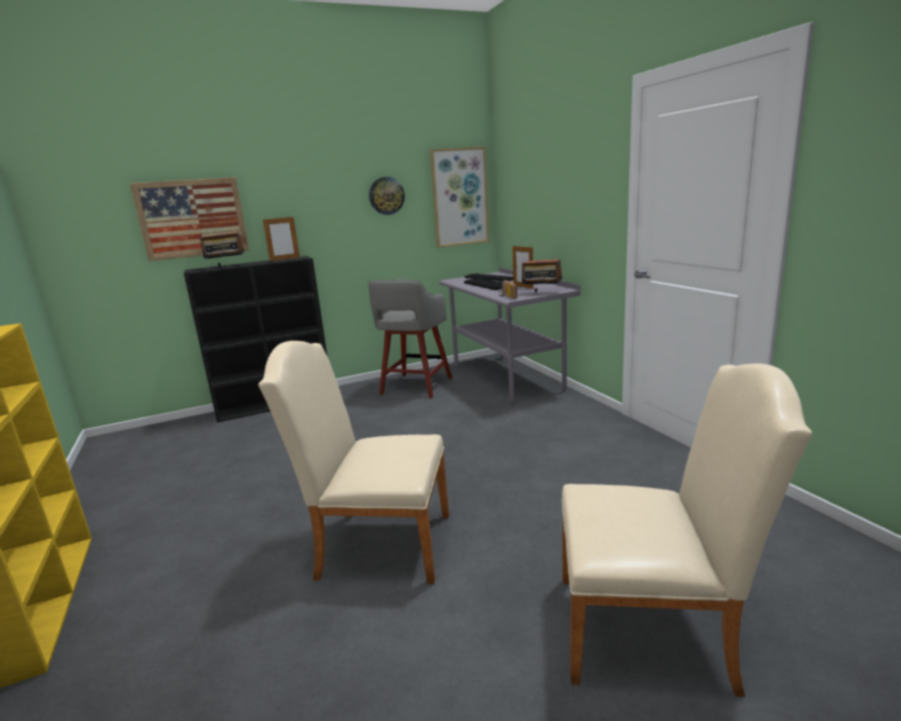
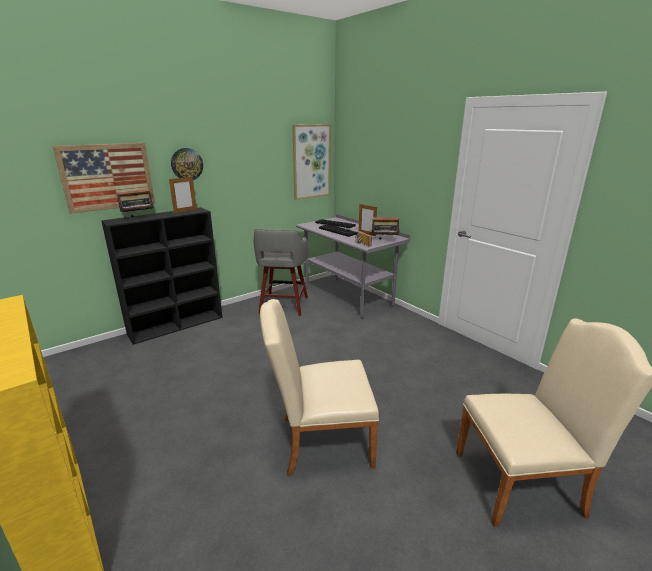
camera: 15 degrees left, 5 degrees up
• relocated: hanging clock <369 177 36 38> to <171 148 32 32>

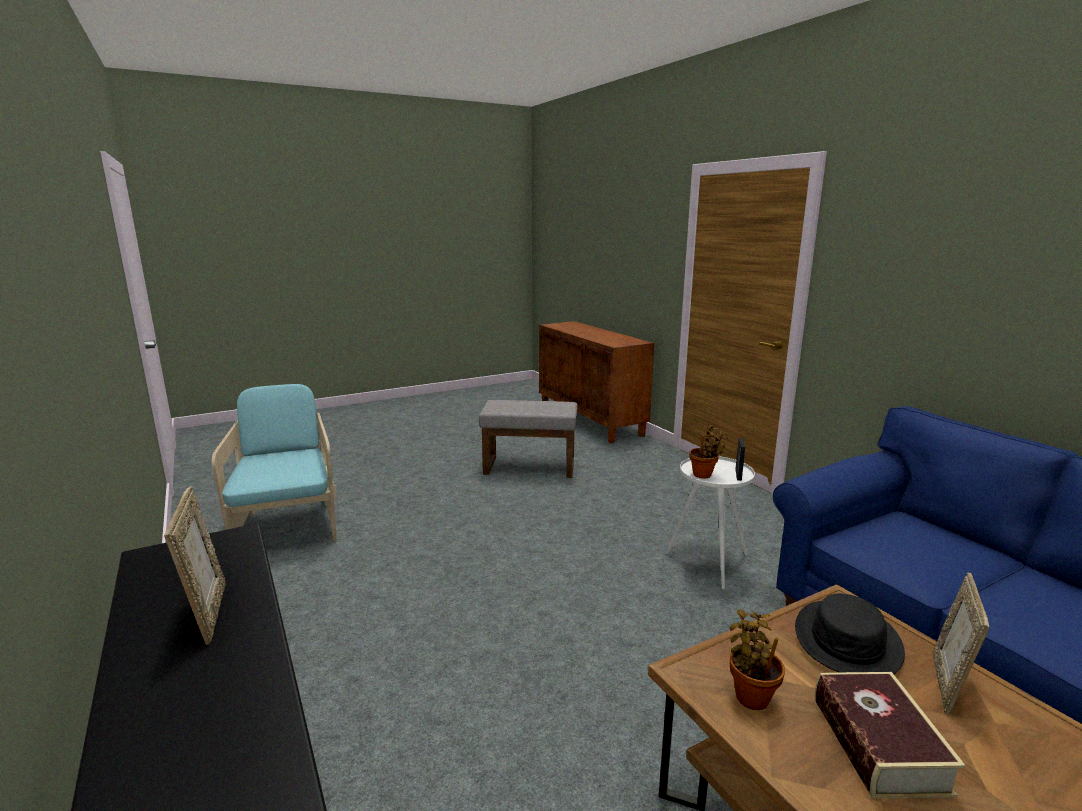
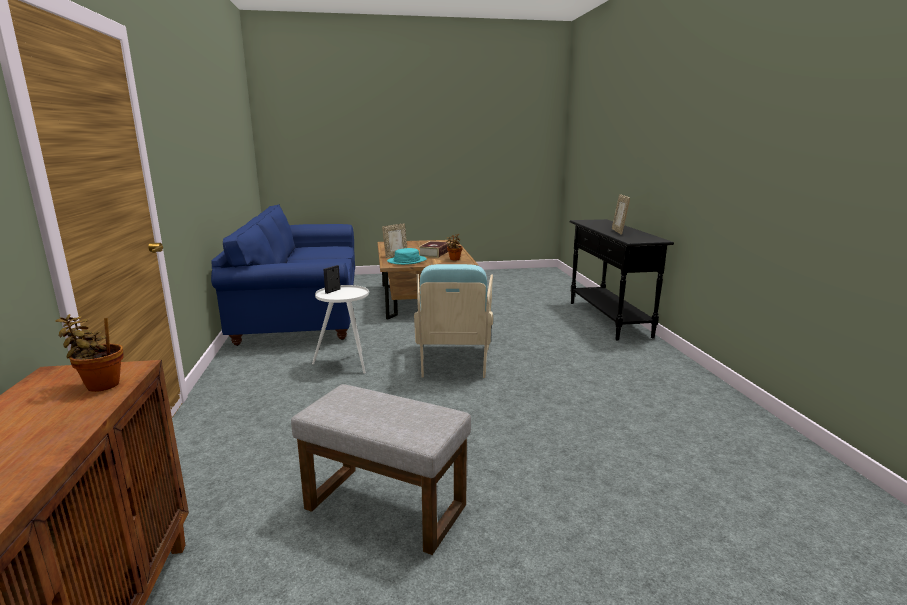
camera: 160 degrees left, 0 degrees up
• relocated: armchair/turquoise-coloured <212 384 125 158> to <414 264 79 114>
• relocated: potted plant <689 425 39 53> to <55 314 69 78>
• colour: clothing hat/blackish <795 594 110 80> to clothing hat/turquoise-coloured <387 248 40 17>

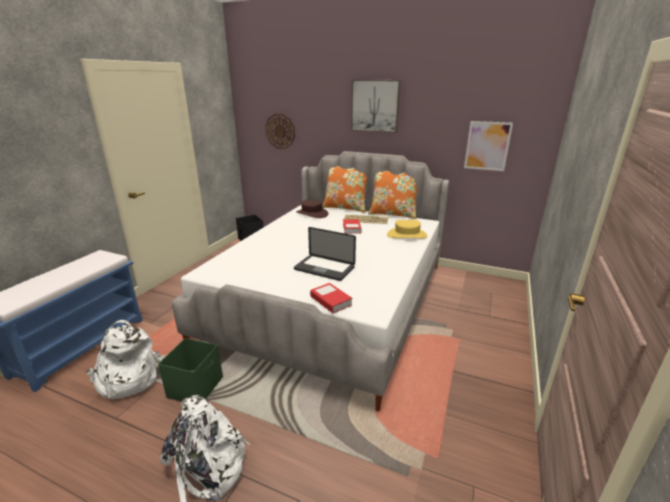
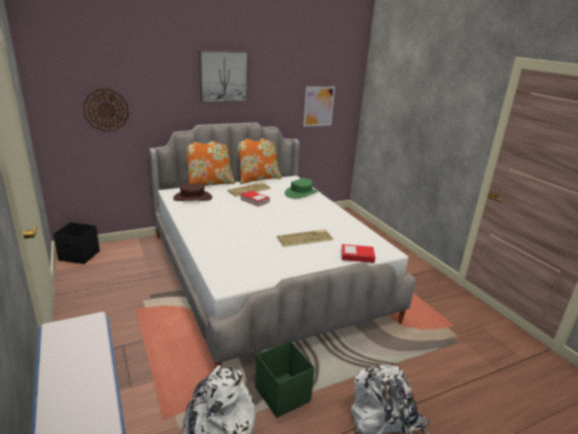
camera: 50 degrees left, 0 degrees up
• exchanged: laptop <294 227 62 54> to PC keyboard <277 229 56 18>
• colour: clothing hat/yellowish <387 220 41 18> to clothing hat/greenish <285 178 33 21>

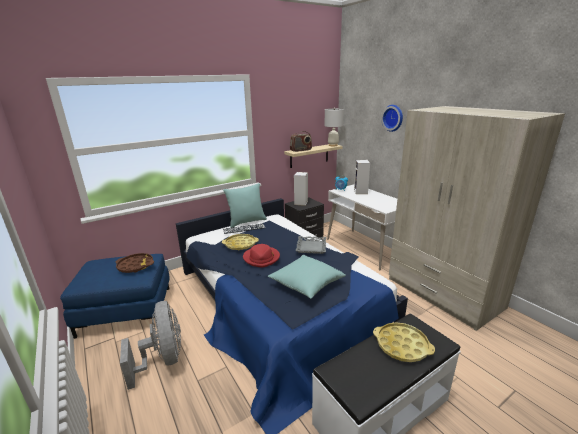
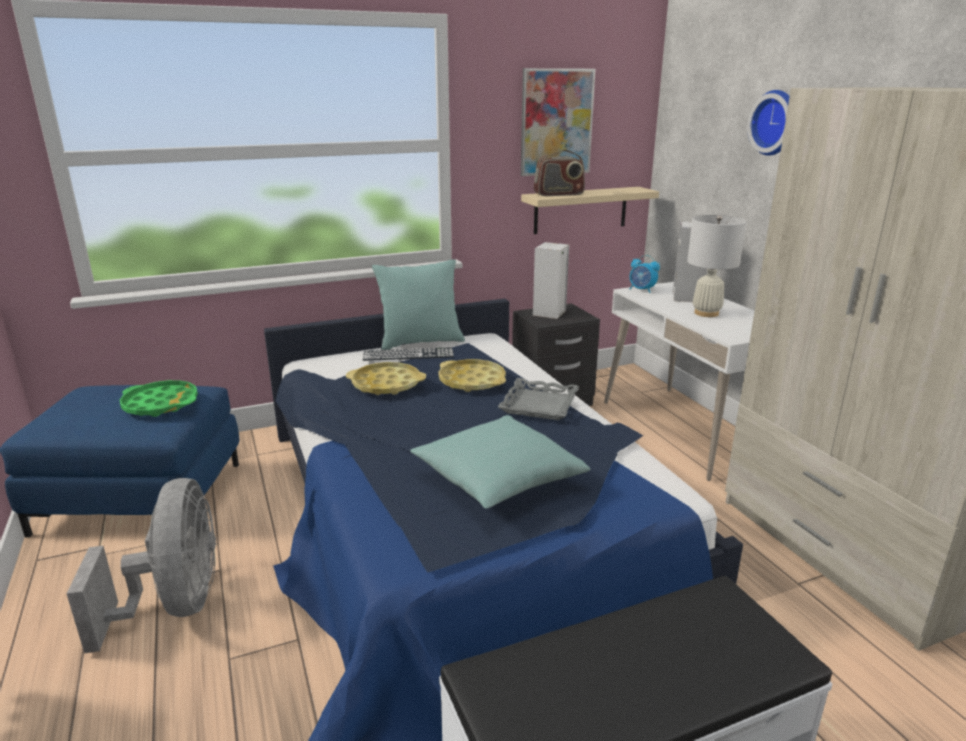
camera: 10 degrees right, 0 degrees up
• colour: tray/brown <116 253 38 20> to tray/greenish <120 380 78 37>
• missing: clothing hat/reddish <243 244 37 24>
• relocated: table lamp/white <324 107 20 39> to <687 215 59 102>
• relocated: tray/yellowish <373 322 62 40> to <439 359 67 33>
• appeared: wall picture <521 68 74 108>

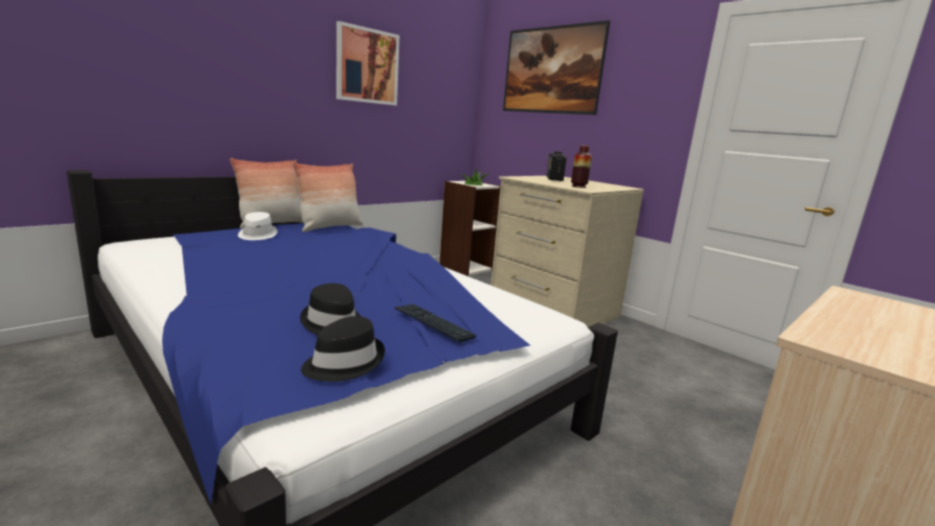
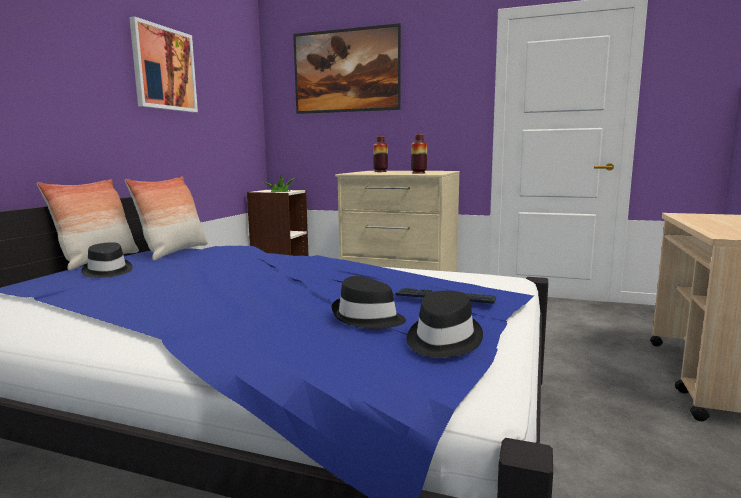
camera: 25 degrees left, 5 degrees down
• colour: clothing hat/white <238 212 39 28> to clothing hat/blackish <81 242 52 36>
• exchanged: radio set <546 151 21 30> to decorative vase <373 136 15 36>

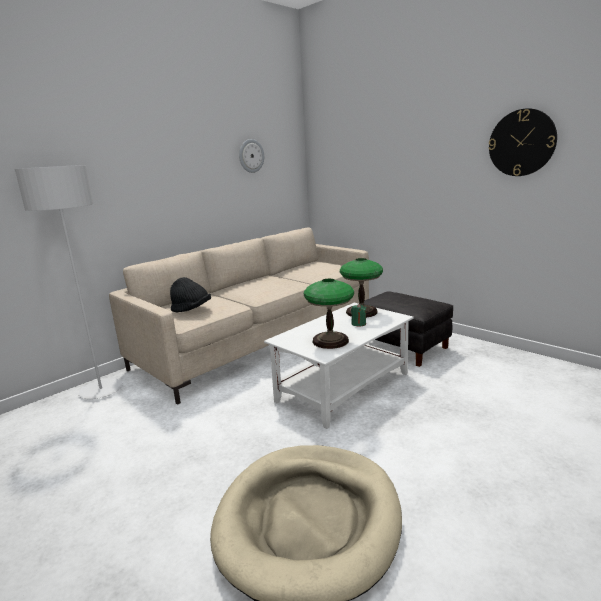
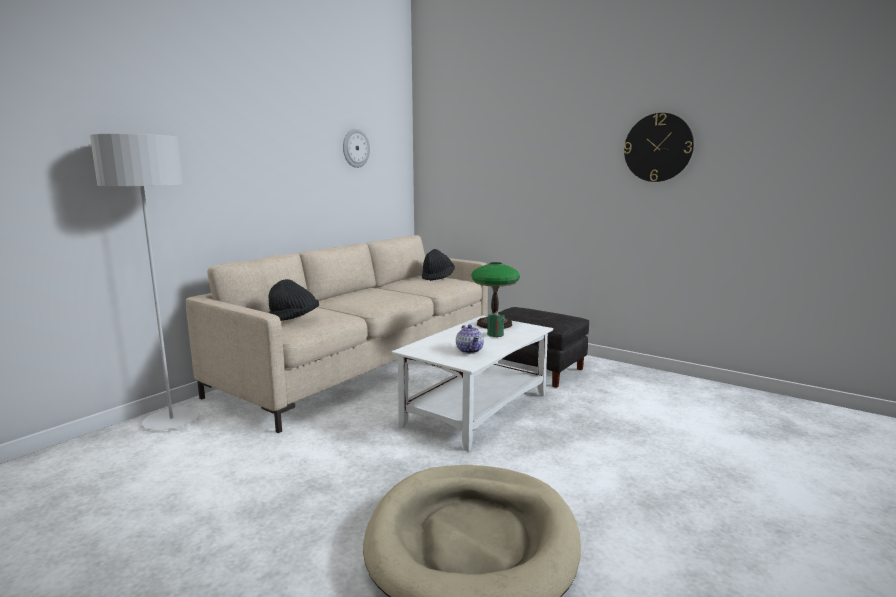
camera: 10 degrees left, 5 degrees down
• exchanged: table lamp <304 279 50 70> to teapot <456 325 28 29>
• appeared: clothing hat/blackish <422 249 33 32>

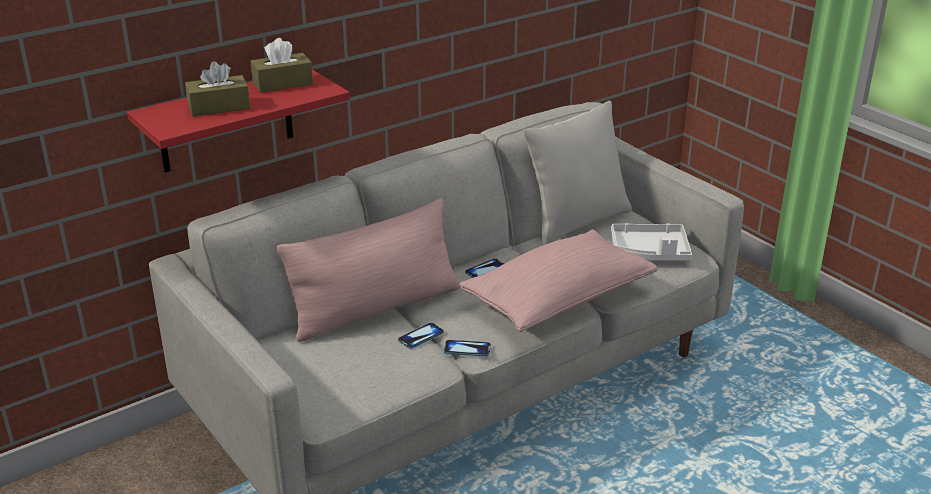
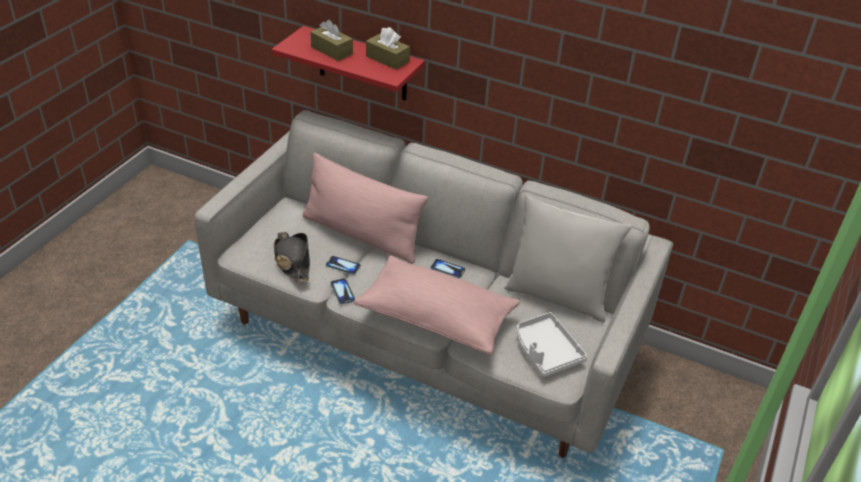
camera: 60 degrees right, 10 degrees up
• appeared: clothing hat/blackish <274 231 36 51>

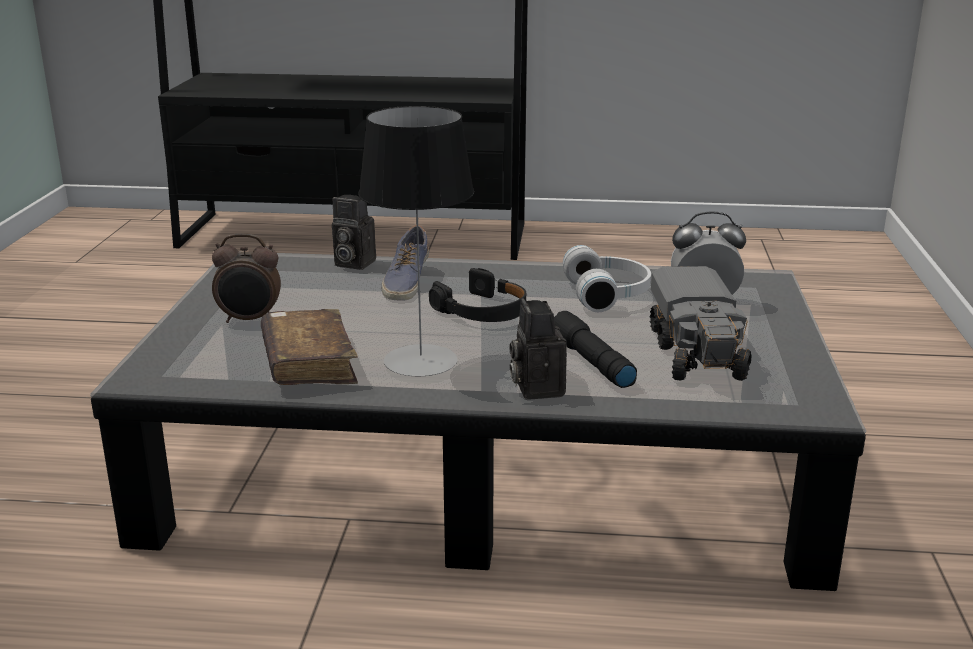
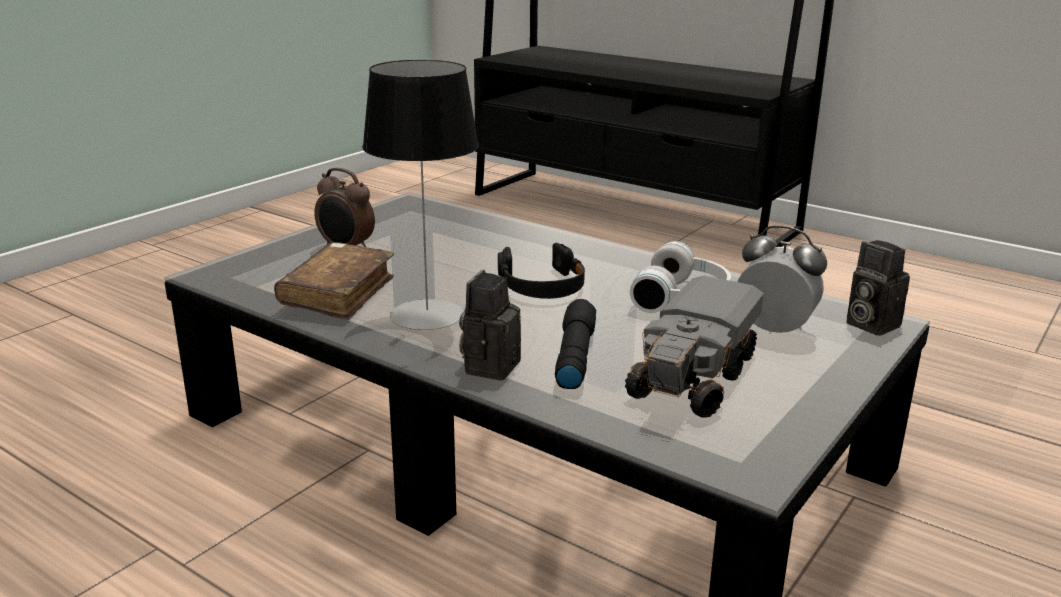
camera: 30 degrees right, 0 degrees up
• relocated: photo camera <332 195 44 75> to <846 240 64 96>
• missing: item of footwear <382 225 47 76>

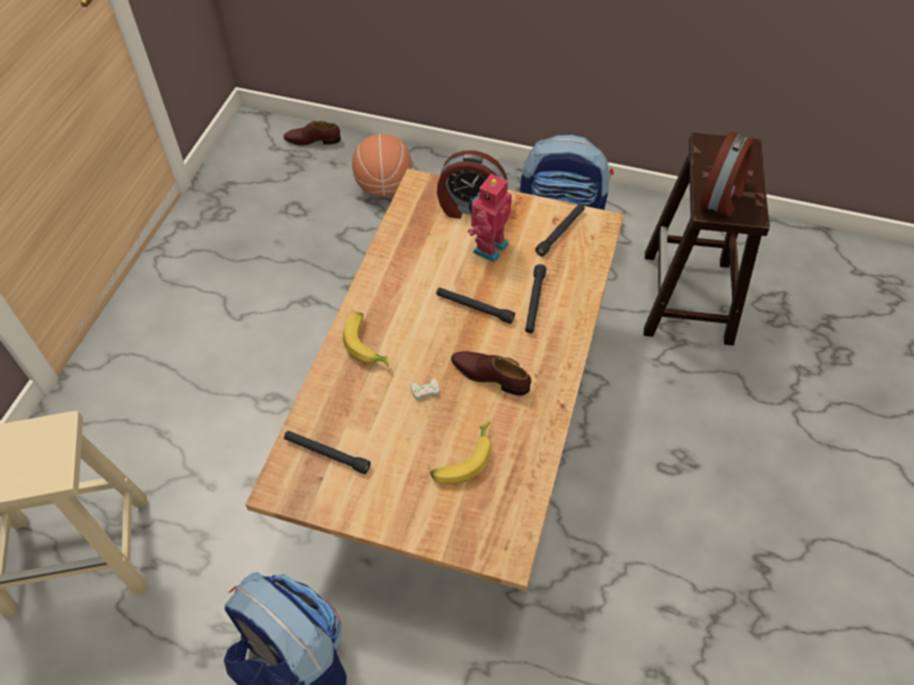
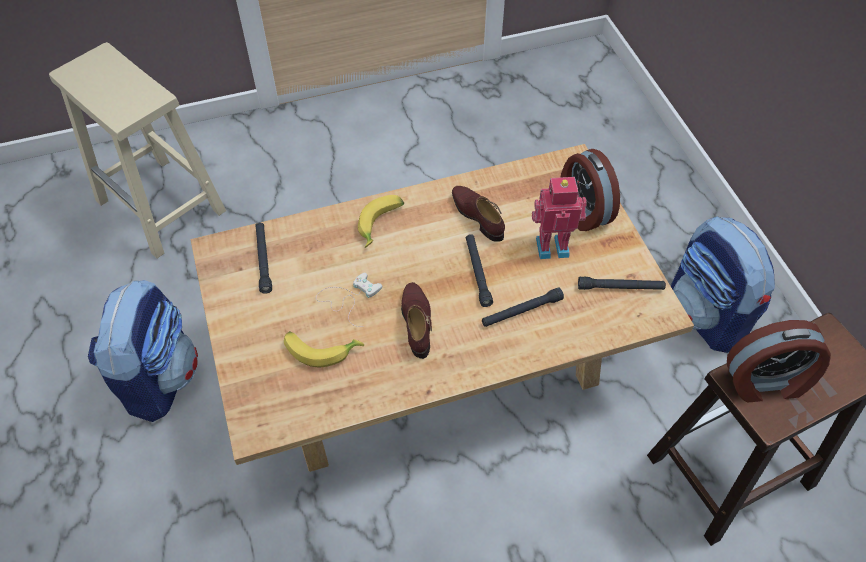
camera: 55 degrees right, 0 degrees up
• relocated: item of footwear/brown <283 121 58 25> to <452 186 53 56>
• missing: basketball ball <352 134 60 62>

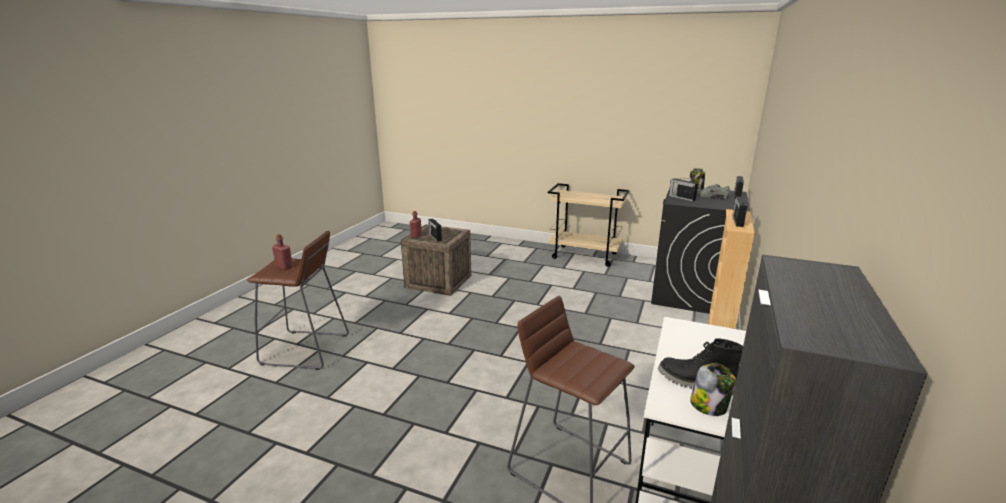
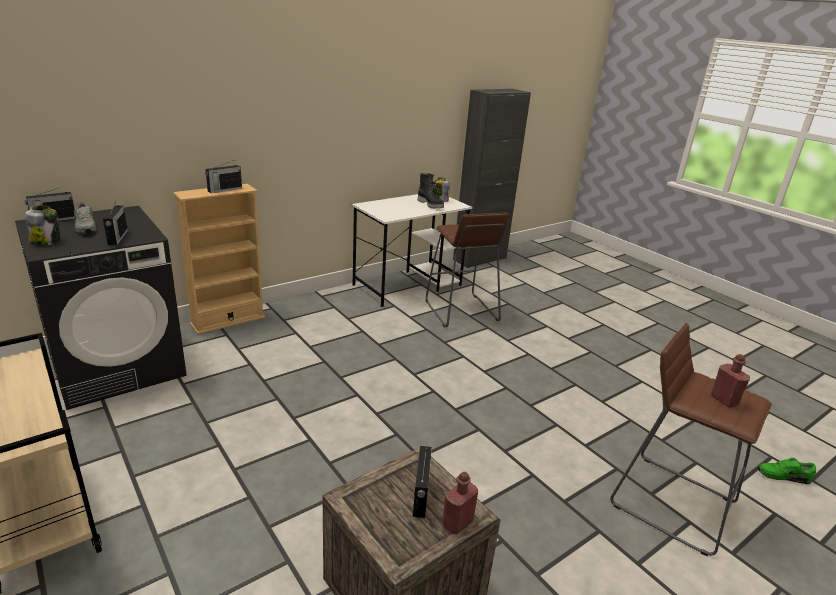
camera: 150 degrees left, 5 degrees up
• appeared: item of footwear/greenish <757 458 59 26>

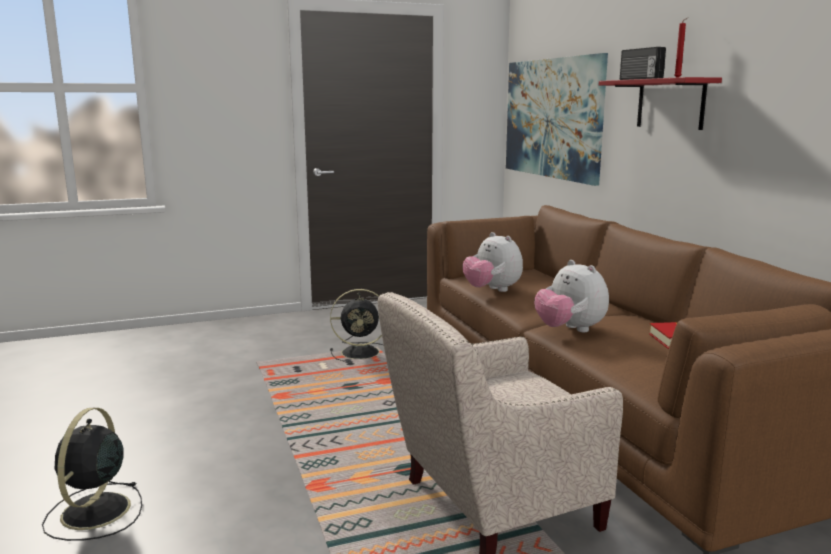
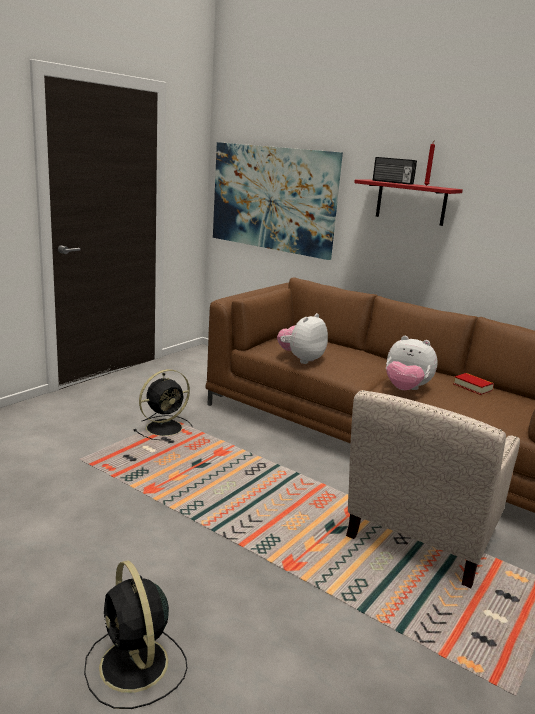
camera: 35 degrees left, 5 degrees up
• spun: soft toy <462 232 61 60> = <277 313 51 51> 105 degrees clockwise

